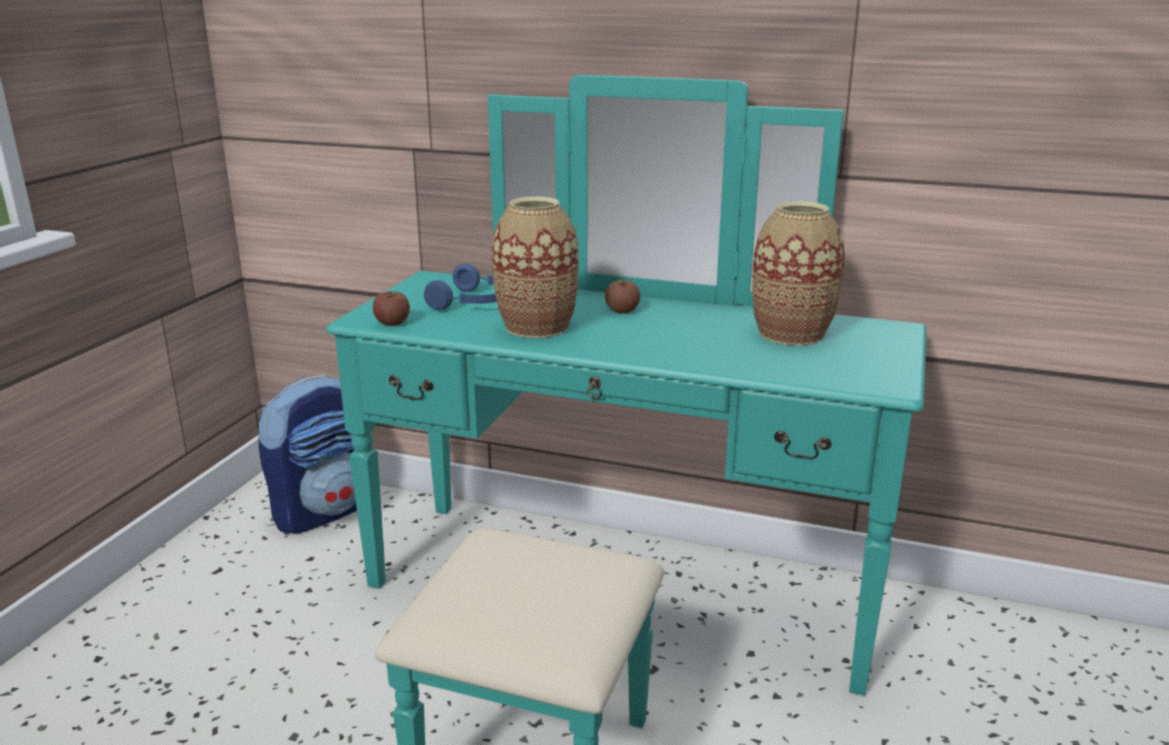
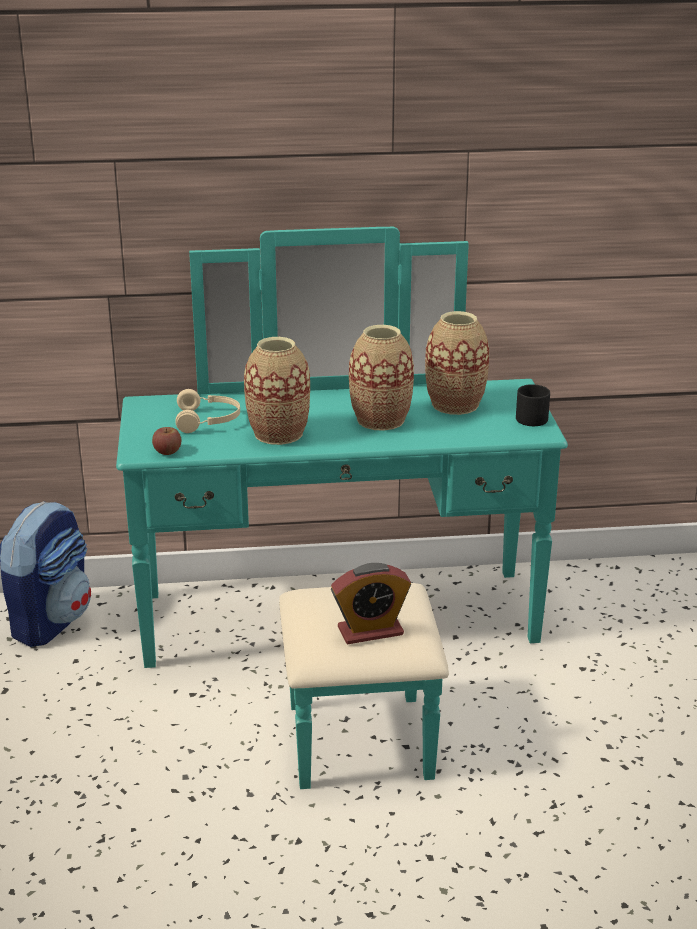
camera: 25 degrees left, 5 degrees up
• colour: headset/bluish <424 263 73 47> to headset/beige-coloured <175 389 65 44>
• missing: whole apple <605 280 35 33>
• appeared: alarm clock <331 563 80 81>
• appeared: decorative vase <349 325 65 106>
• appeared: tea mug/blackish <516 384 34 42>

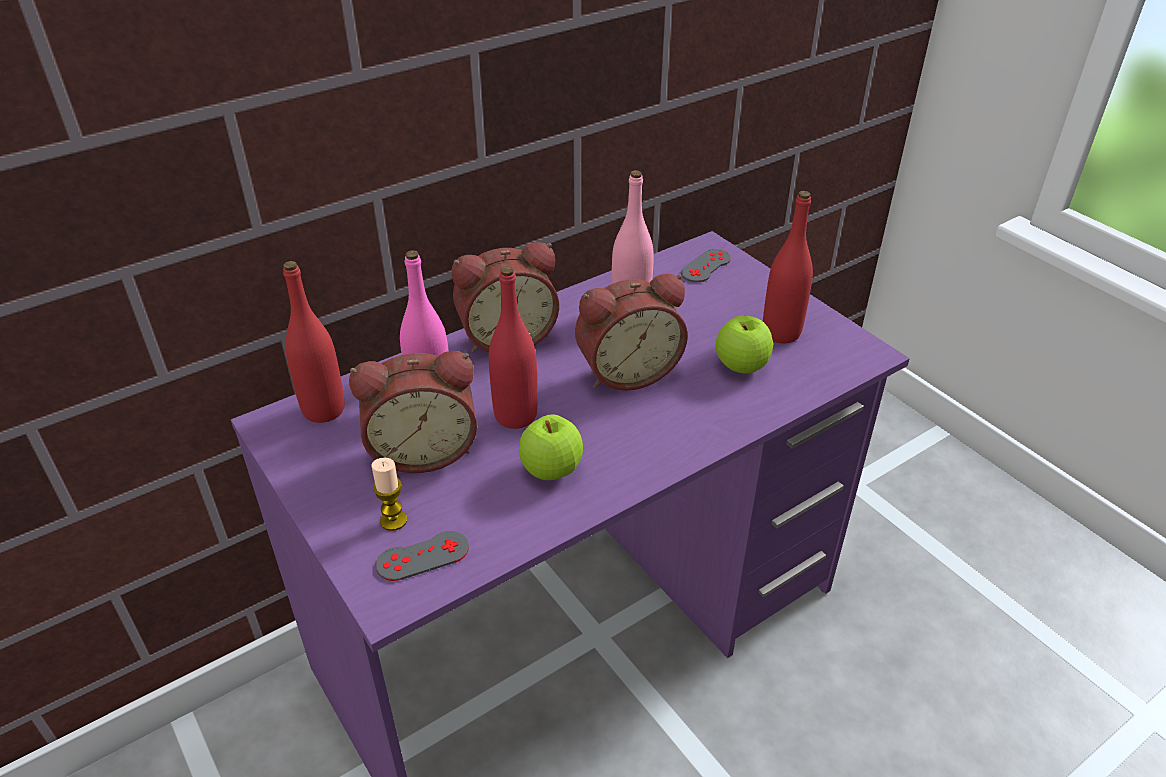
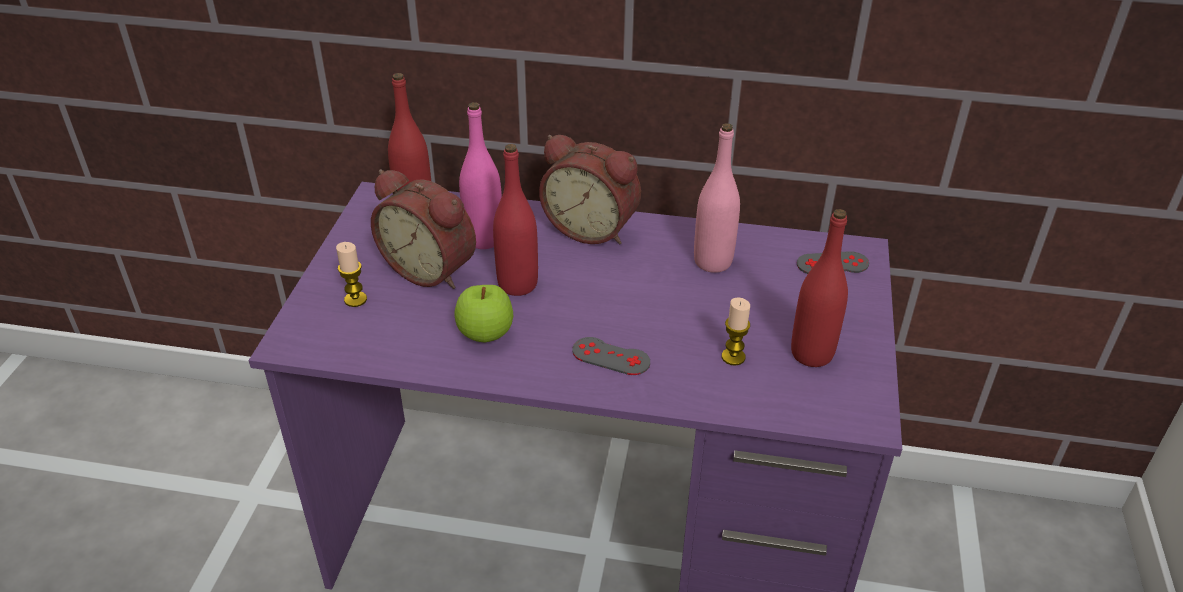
camera: 45 degrees right, 0 degrees up
• relocated: joypad/gray <375 531 94 50> to <572 337 78 38>
• missing: alarm clock <575 274 113 117>
• exchanged: whole apple <716 315 57 58> to candle <722 297 28 69>

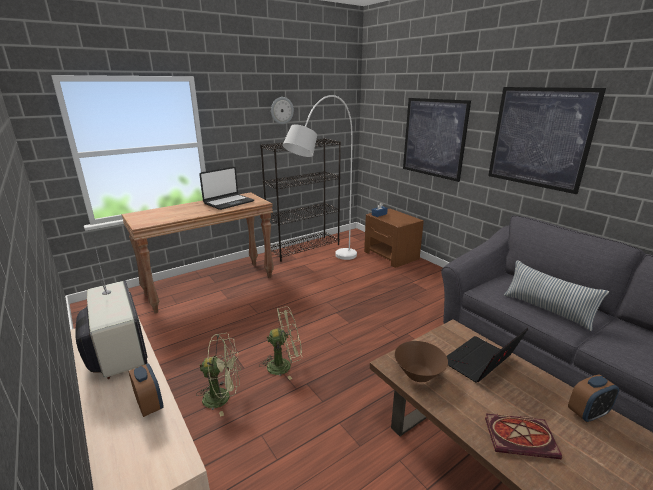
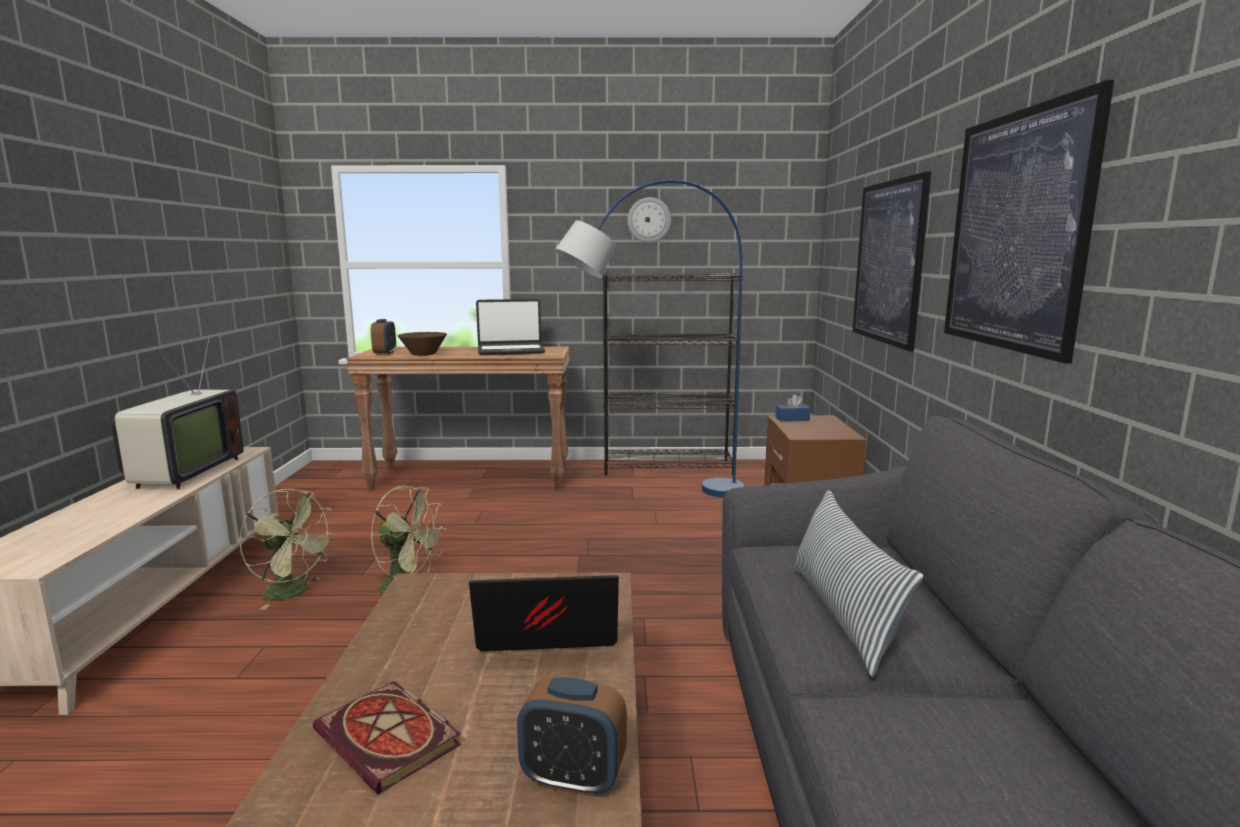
camera: 35 degrees right, 10 degrees down
• relocated: alarm clock <129 364 35 53> to <371 319 25 36>
• colour: standing lamp/white <282 95 75 165> to standing lamp/bluish <555 180 189 317>
• relocated: serving bowl/brown <395 341 53 41> to <397 332 50 24>

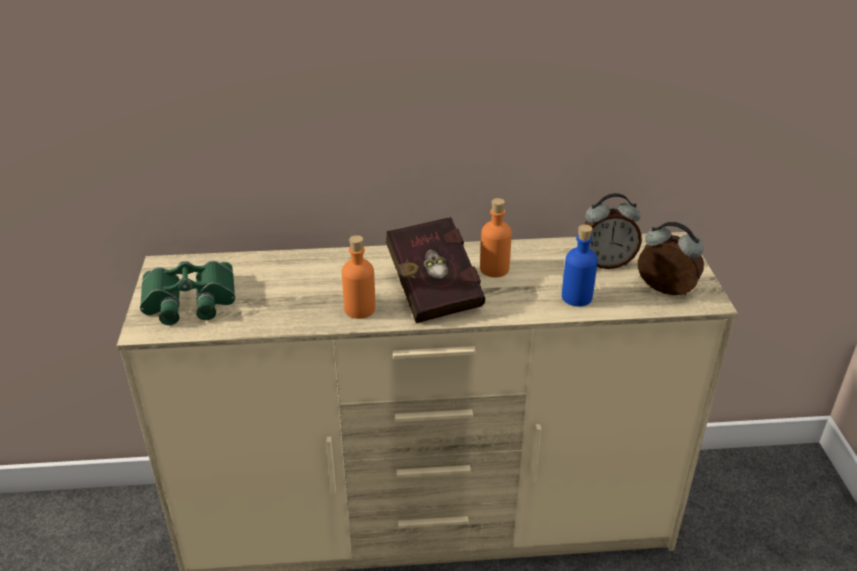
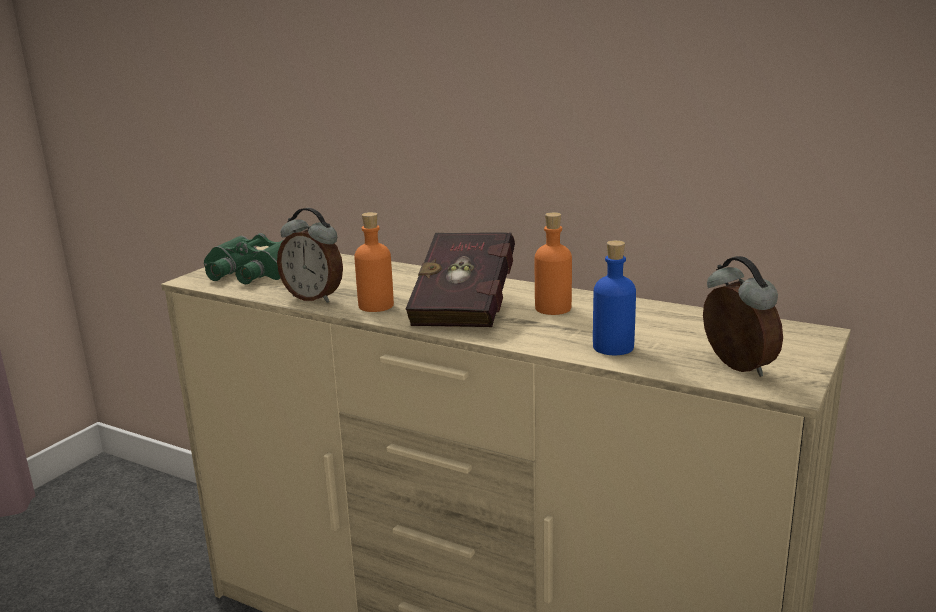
camera: 35 degrees right, 15 degrees down
• relocated: alarm clock <585 193 57 76> to <277 208 66 95>

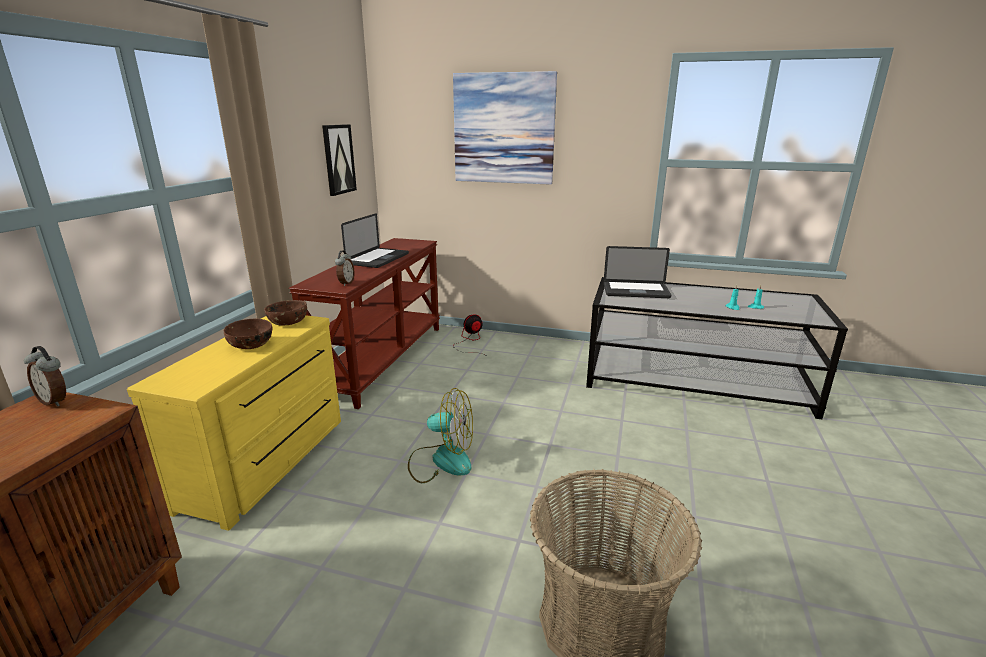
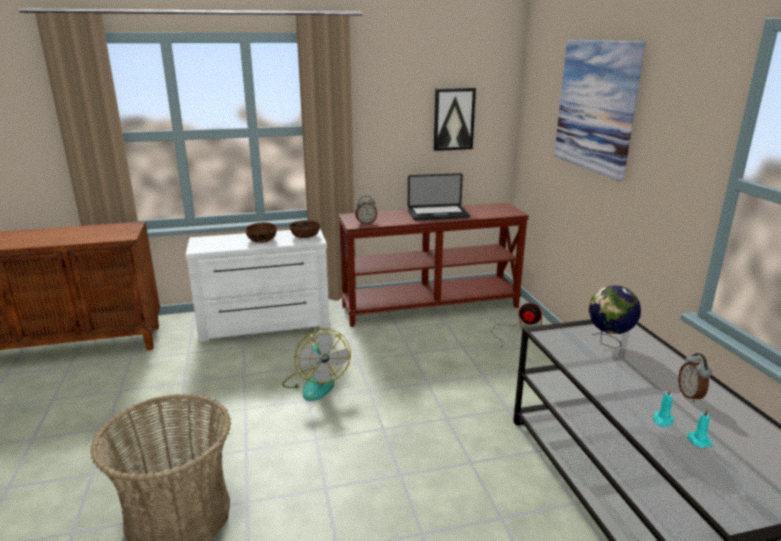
camera: 60 degrees right, 0 degrees up
• relocated: alarm clock <24 346 42 60> to <678 353 34 50>
• colour: drawer chest/yellowish <127 315 214 216> to drawer chest/white <185 229 145 113>
• exchanged: laptop <604 246 67 52> to desk globe <589 285 52 64>

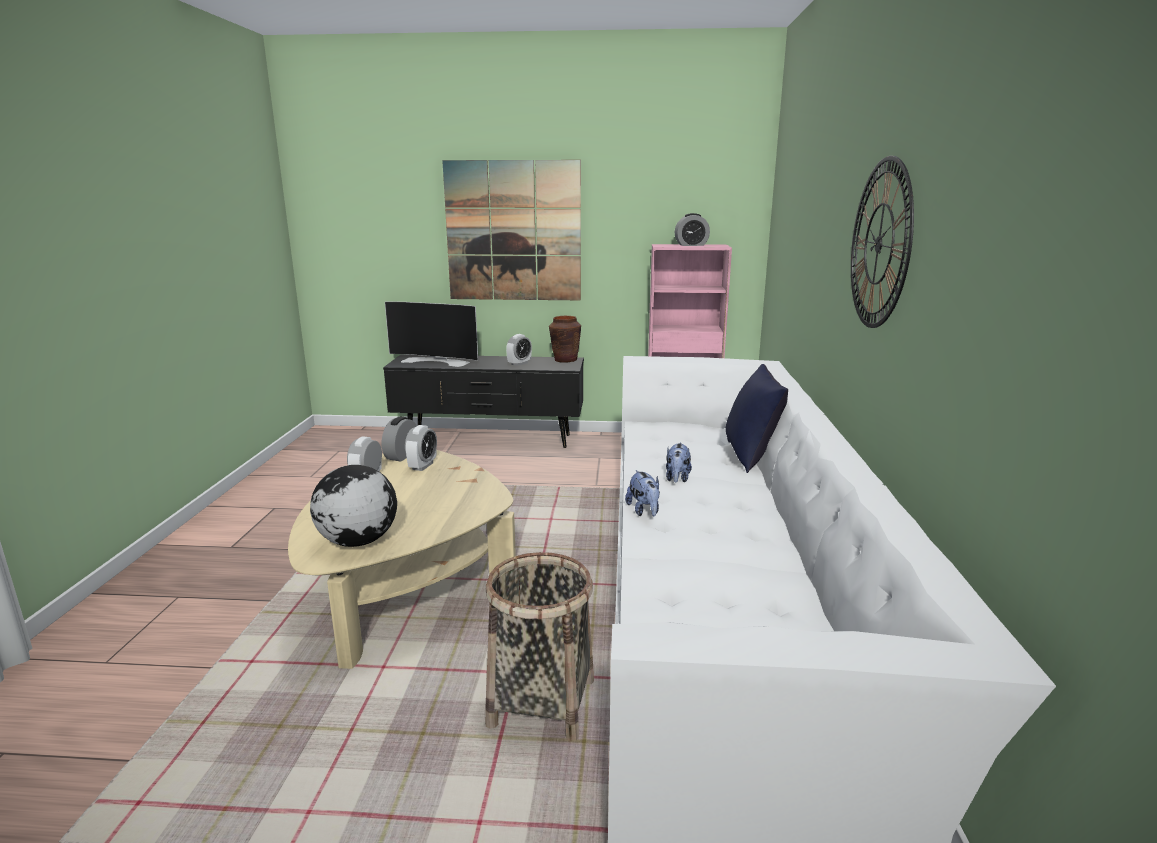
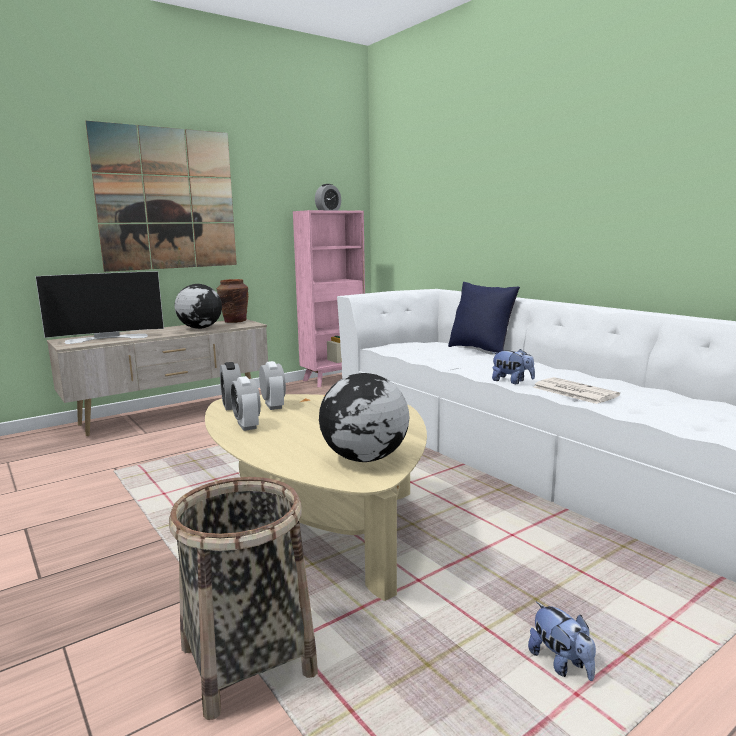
camera: 40 degrees left, 5 degrees down
• colour: tv unit/blackish <383 354 201 94> to tv unit/beige-coloured <47 319 221 117>
• relocated: storage basket <485 552 109 189> to <169 477 149 243>
• exchanged: alarm clock <506 334 26 32> to desk globe <175 284 47 45>
• relocated: soft toy <666 442 26 41> to <528 602 68 79>
• missing: hanging clock <851 156 63 172>
• appeared: printed paper <533 377 87 27>

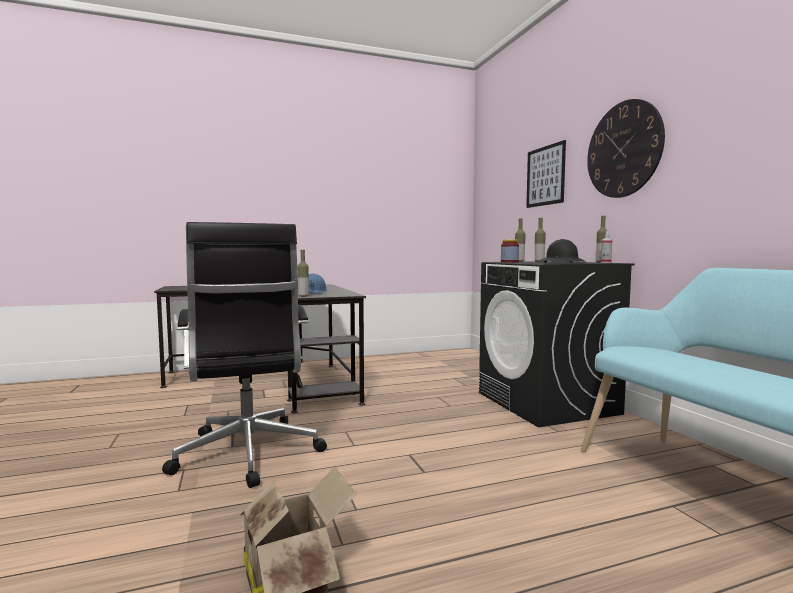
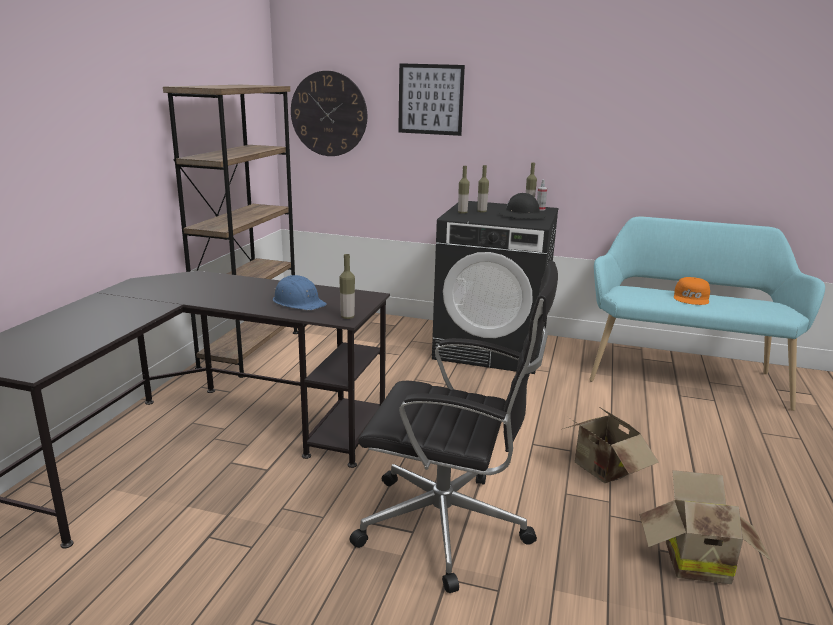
camera: 55 degrees left, 15 degrees up
• missing: jar <501 240 18 22>
• relocated: hanging clock <587 99 78 99> to <291 71 76 85>
• appeared: bookcase/brown <163 85 135 293>
• appeared: cardboard box <563 406 96 77>
• appeared: cap/orange <674 277 36 28>

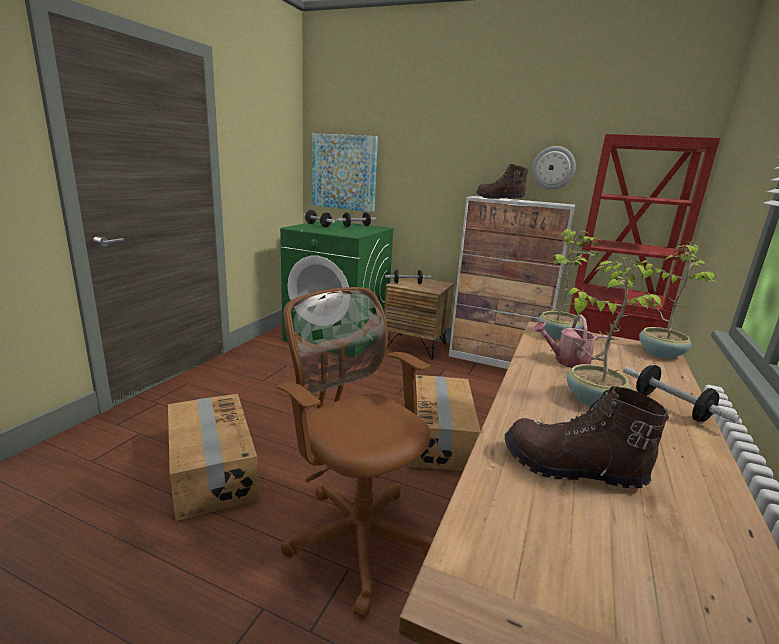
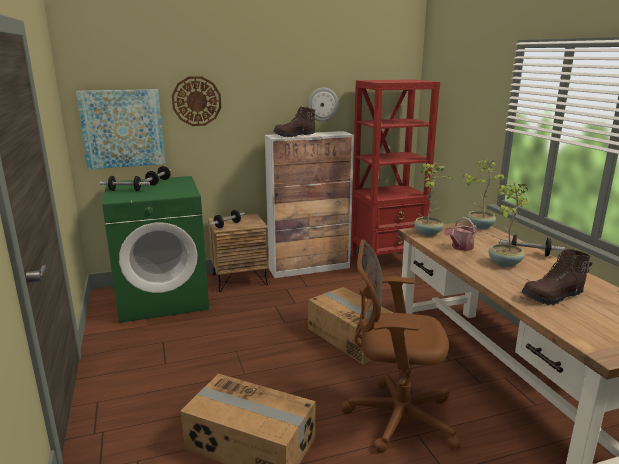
camera: 40 degrees left, 0 degrees up
• appeared: hanging clock <172 76 49 50>

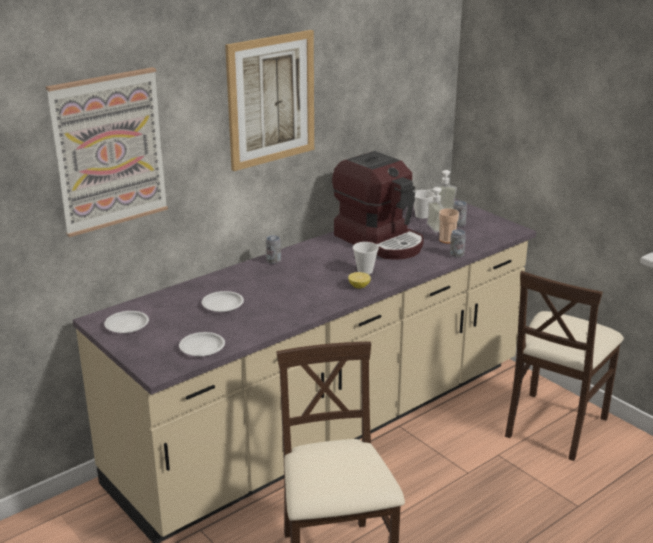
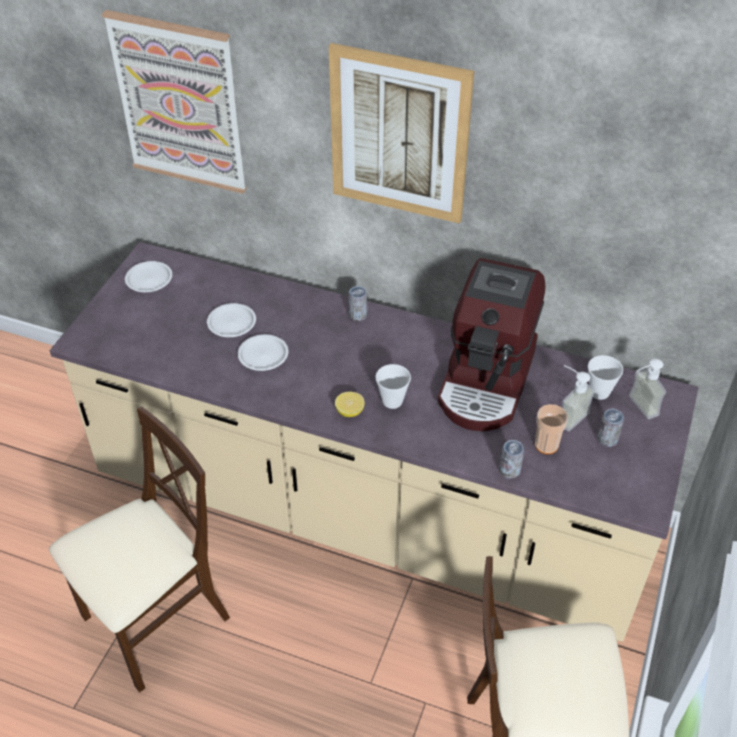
camera: 60 degrees right, 20 degrees up
• relocated: plate/white <179 332 46 24> to <238 334 50 37>

